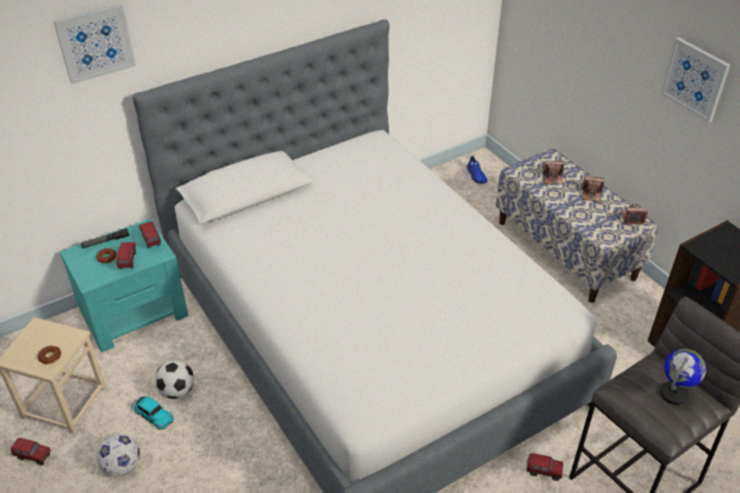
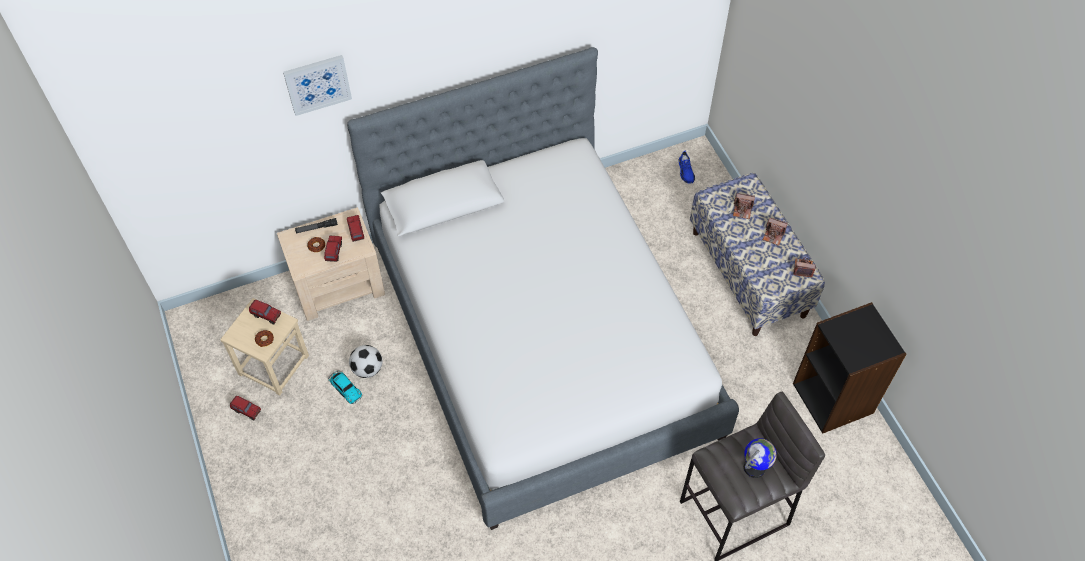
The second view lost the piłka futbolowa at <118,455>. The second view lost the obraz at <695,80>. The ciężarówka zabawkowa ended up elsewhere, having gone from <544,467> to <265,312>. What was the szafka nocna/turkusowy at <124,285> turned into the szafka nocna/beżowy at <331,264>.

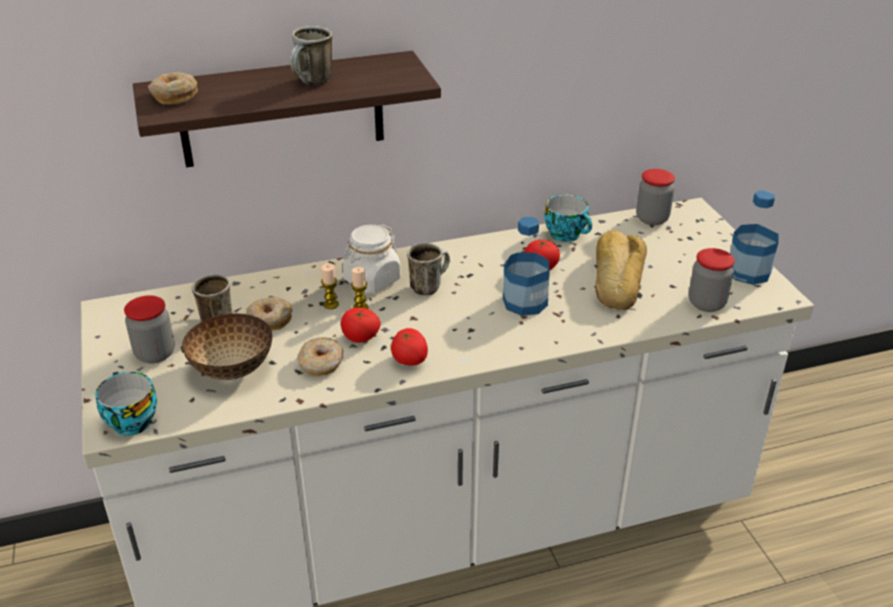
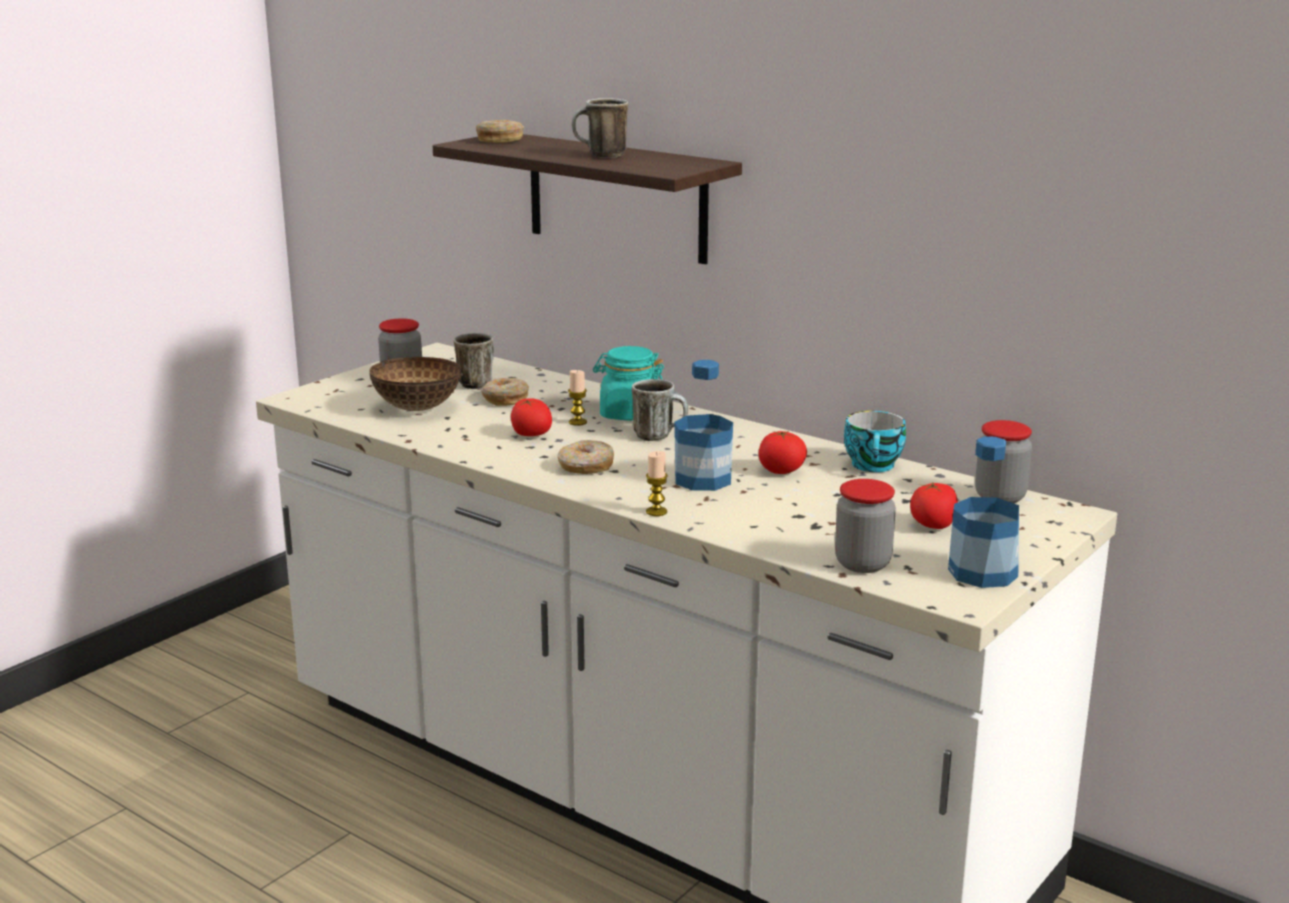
The second view lost the filiżanka at <126,404>. The second view lost the chleb at <621,270>. The donut ended up elsewhere, having gone from <320,356> to <585,457>. The świeca ended up elsewhere, having gone from <330,286> to <657,483>. The pomidor ended up elsewhere, having gone from <409,347> to <934,505>. What was the słoik/biały at <372,258> turned into the słoik/turkusowy at <628,383>.

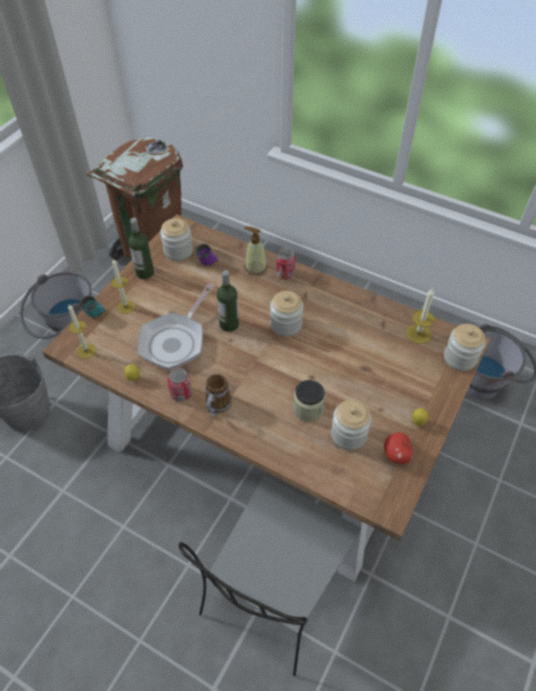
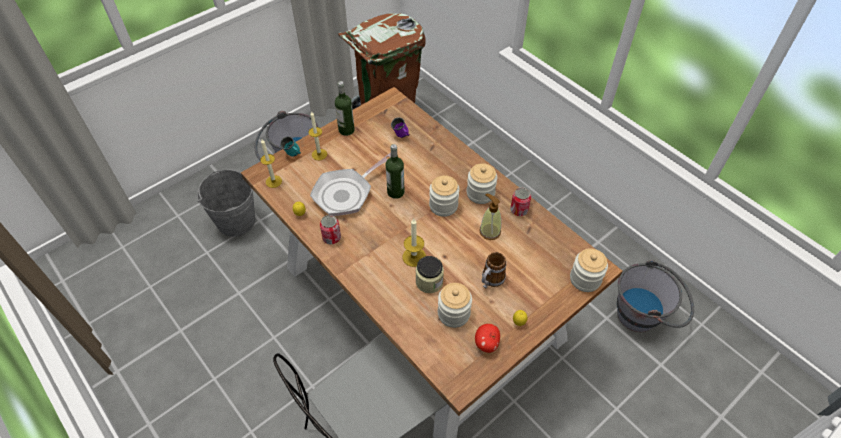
The słoik ended up elsewhere, having gone from <176,239> to <482,183>. The kubek ended up elsewhere, having gone from <218,395> to <494,270>. The dozownik mydła ended up elsewhere, having gone from <255,250> to <490,217>. The puszka ended up elsewhere, having gone from <286,264> to <520,201>. The świeca ended up elsewhere, having gone from <420,316> to <414,243>.

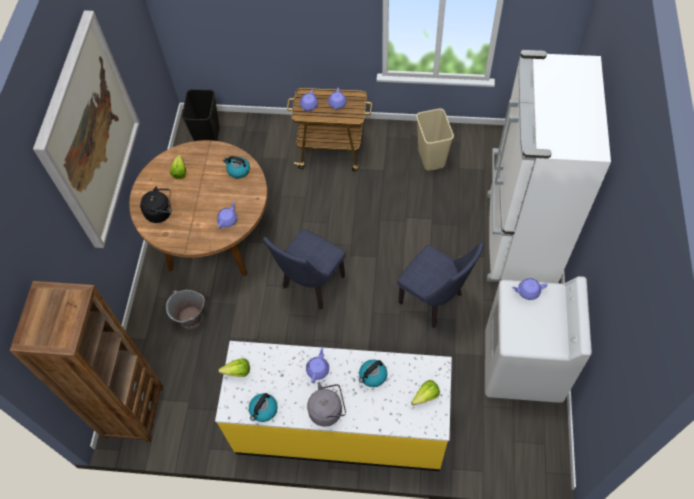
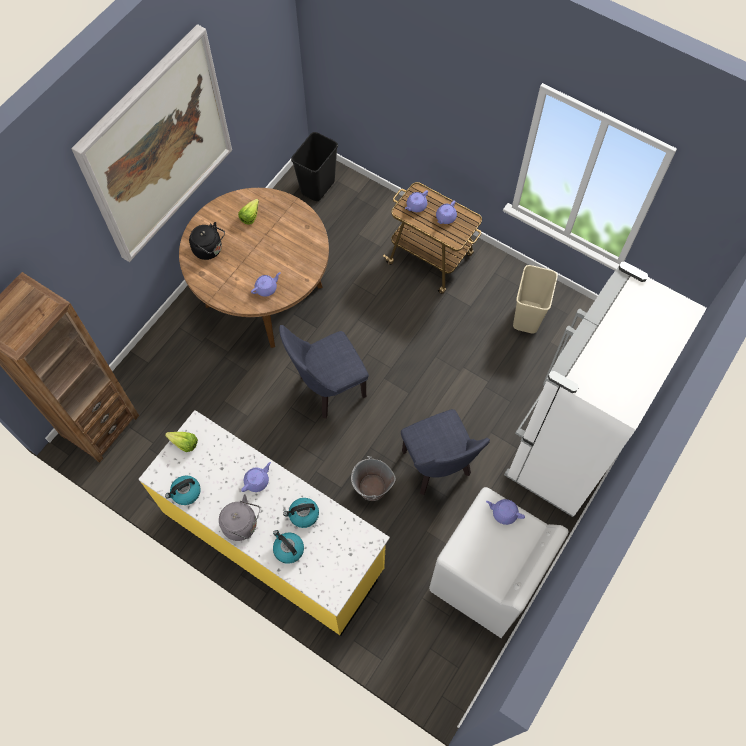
The second view lost the sałata at <425,393>. The wiadro/szary ended up elsewhere, having gone from <185,309> to <373,478>. The czajnik ended up elsewhere, having gone from <236,167> to <288,547>.

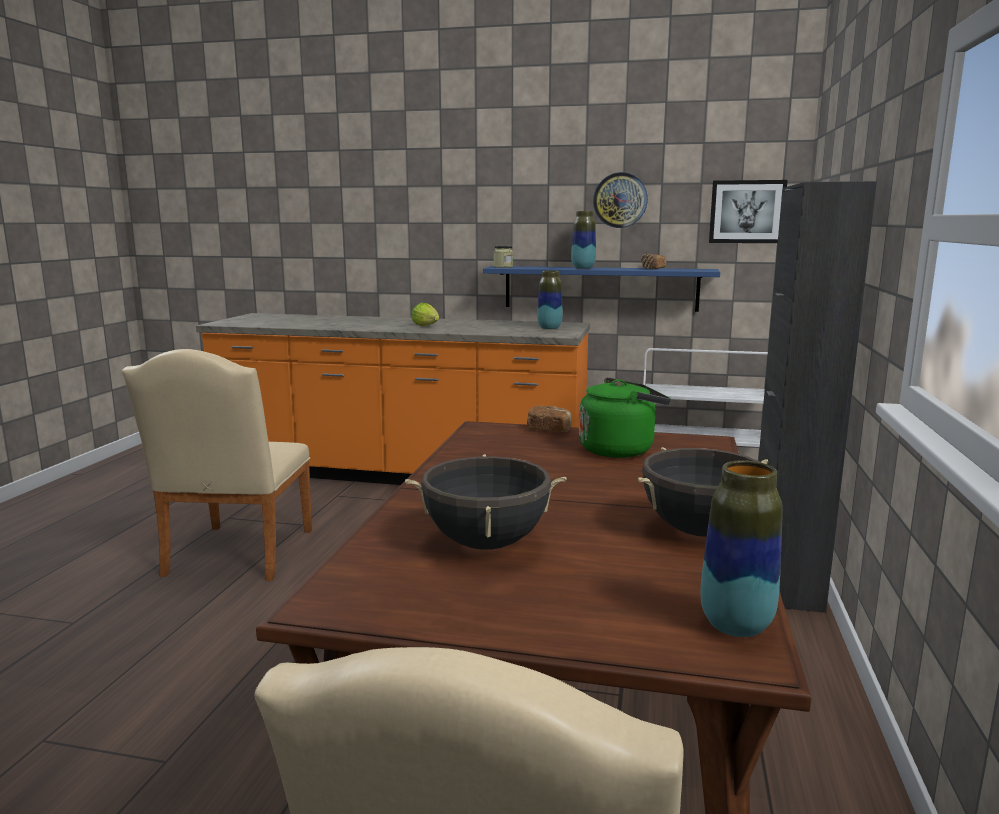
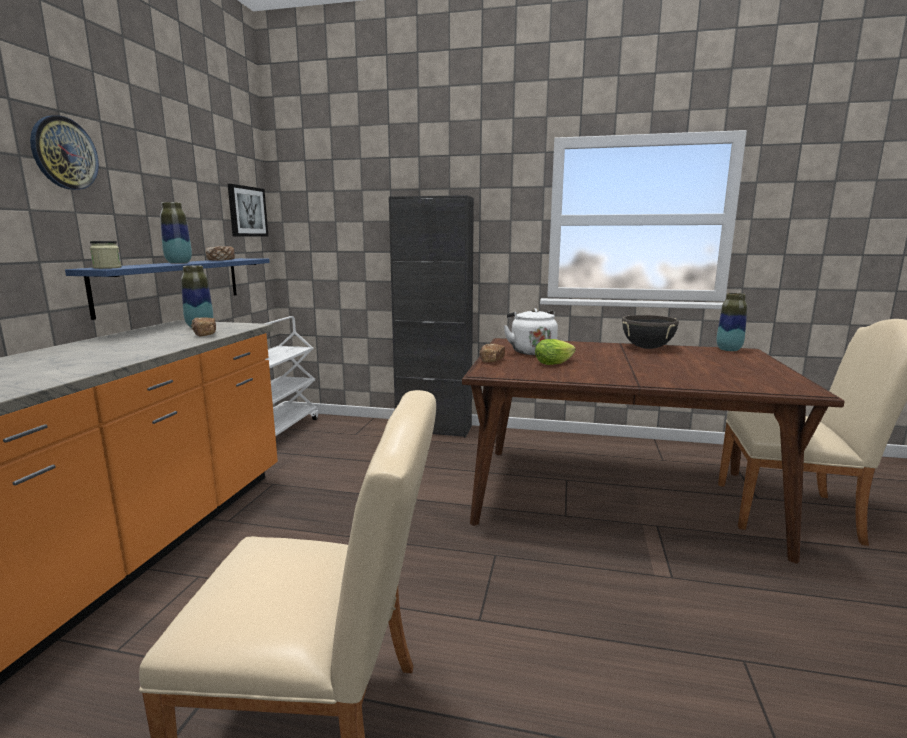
The second view lost the garnek/czarny at <485,502>. The second view gained the chleb at <203,326>. The sałata ended up elsewhere, having gone from <425,314> to <555,352>. The zegar ścienny ended up elsewhere, having gone from <620,200> to <64,152>. What was the czajnik/zielony at <625,417> turned into the czajnik/biały at <531,331>.

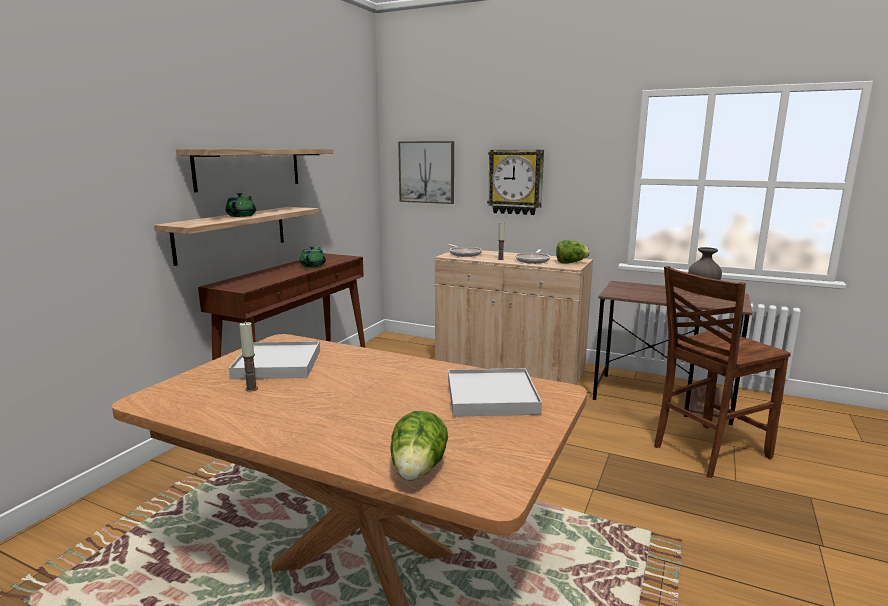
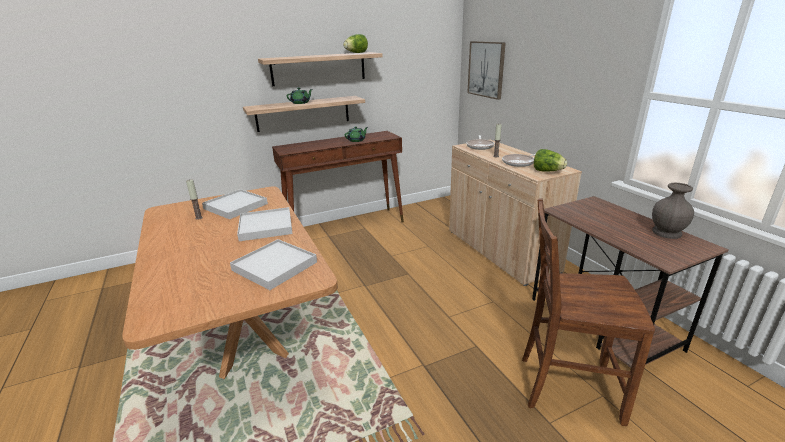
The second view lost the zegar ścienny at <515,182>. The second view gained the taca/biały at <265,224>. The sałata ended up elsewhere, having gone from <419,446> to <355,43>.

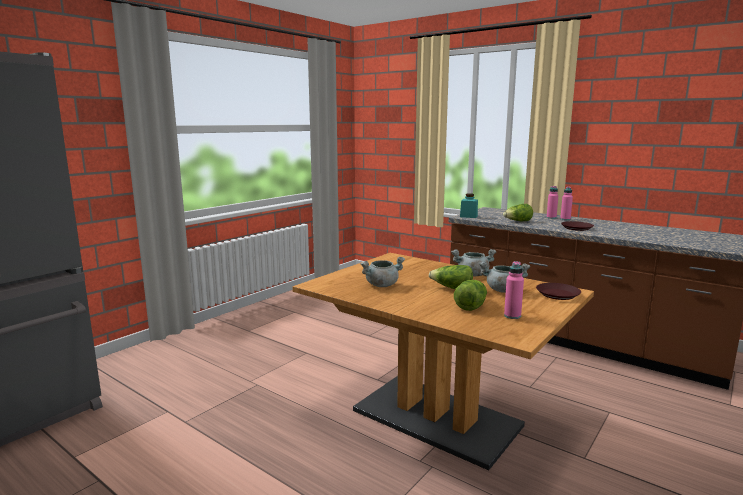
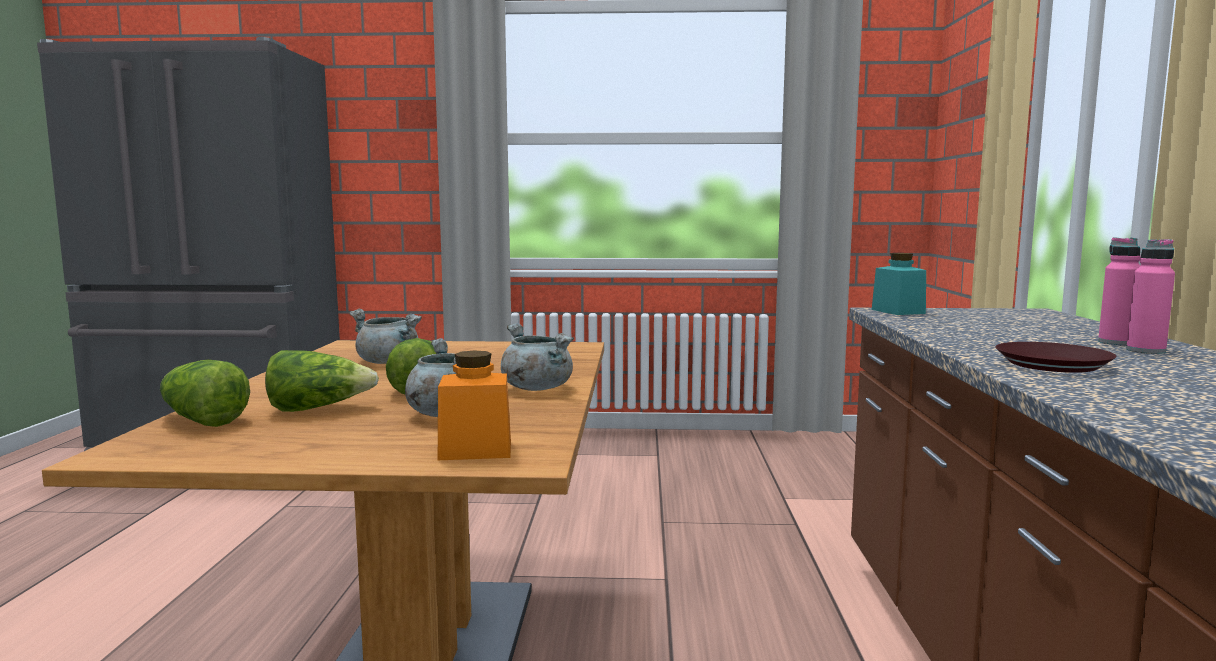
The second view lost the butelka/różowy at <514,290>. The sałata ended up elsewhere, having gone from <518,212> to <205,393>. Where the talerz/brązowy stood at <558,291>, the słoik/pomarańczowy came to stand at <474,405>.

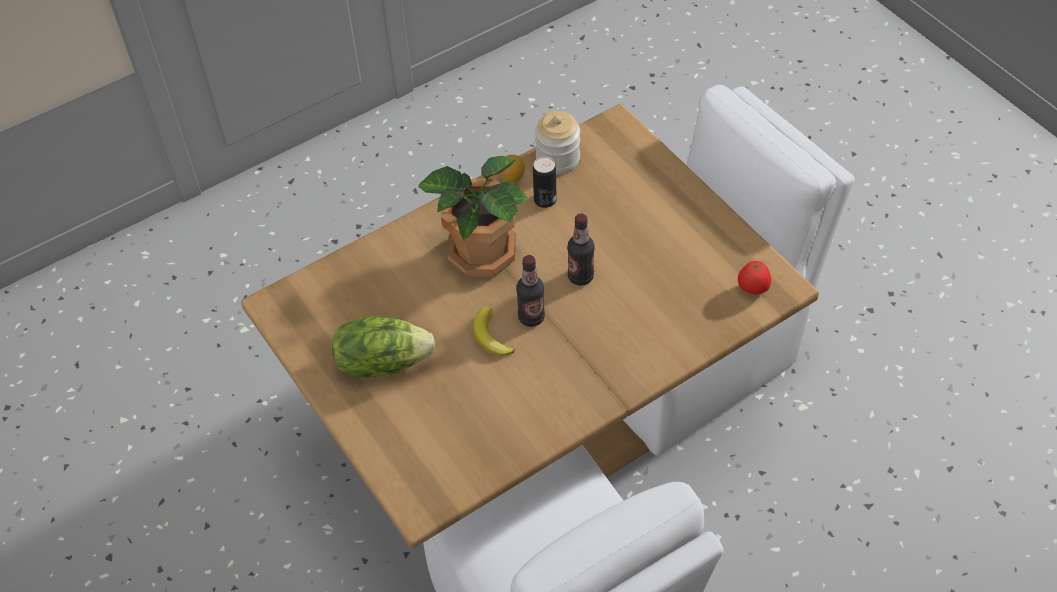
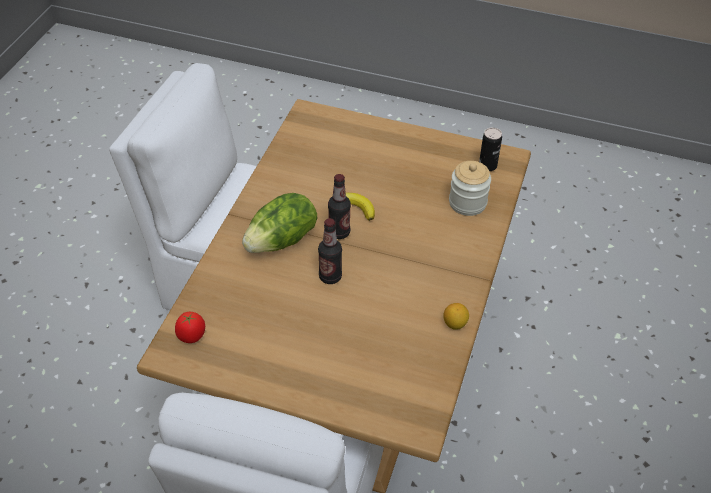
The second view lost the roślina doniczkowa at <473,216>. The sałata ended up elsewhere, having gone from <383,347> to <279,223>. The puszka ended up elsewhere, having gone from <545,182> to <490,149>. The słoik ended up elsewhere, having gone from <557,142> to <470,188>.

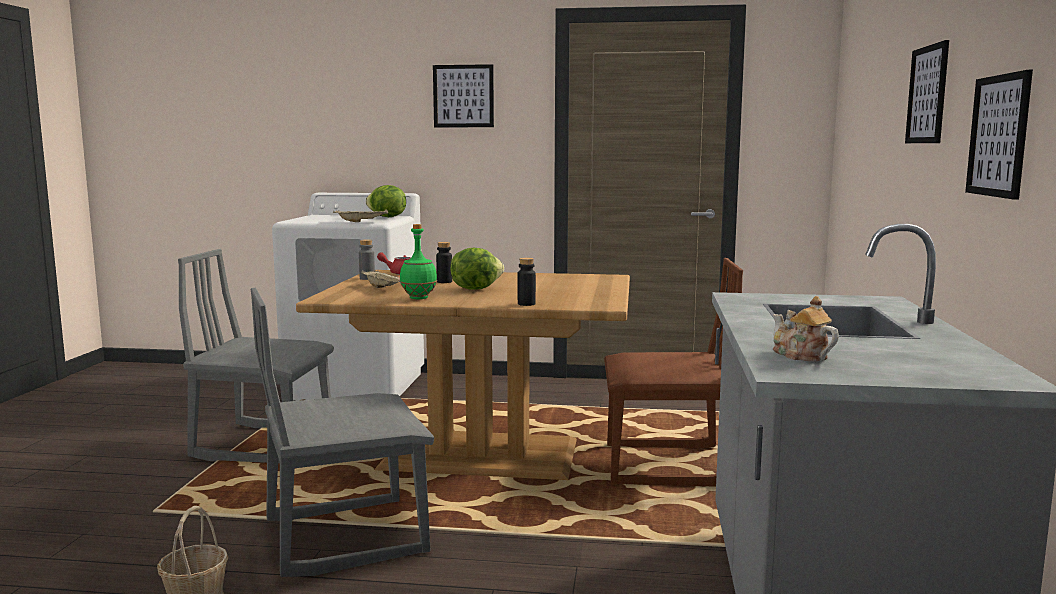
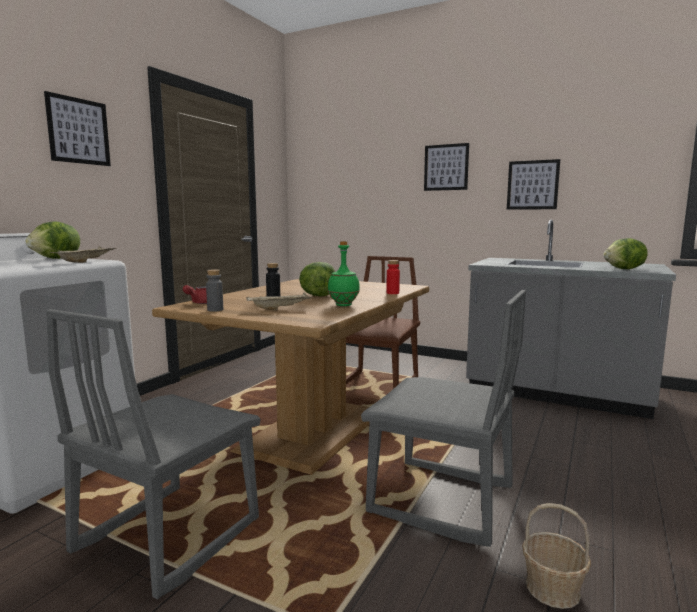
Where the imbryk stood at <806,328>, the sałata came to stand at <625,253>. What was the butelka/czarny at <527,282> turned into the butelka/czerwony at <393,277>. The krzesło/szary at <342,432> ended up facing another way, 60 degrees counterclockwise from before.

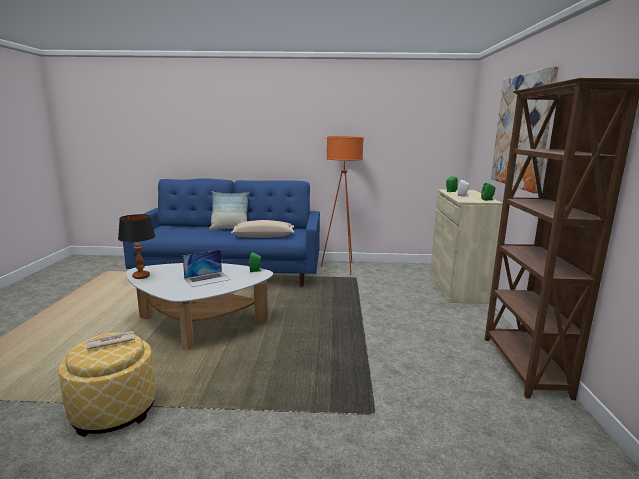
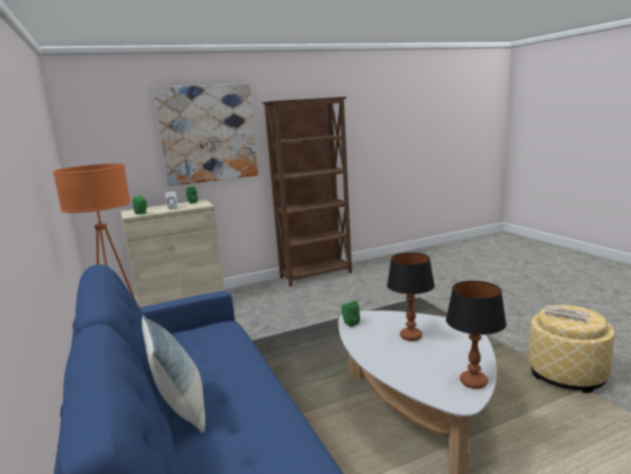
The second view lost the poduszka/beżowy at <262,229>. Where the laptop stood at <207,268>, the lampa stołowa came to stand at <411,297>.

